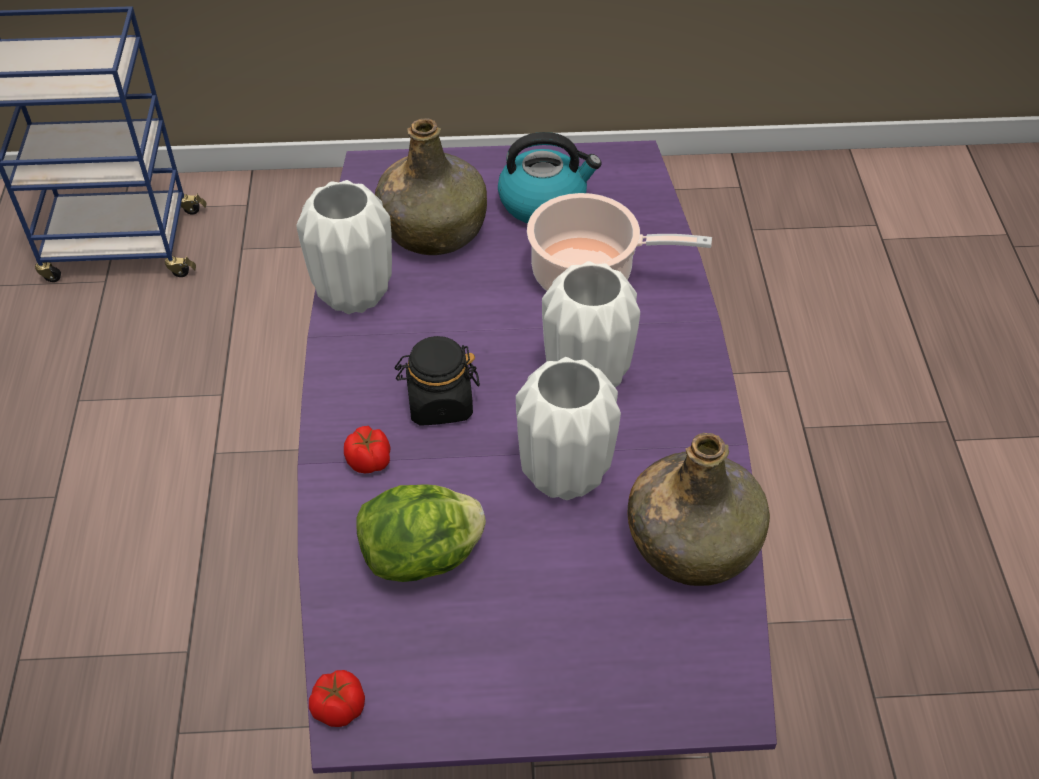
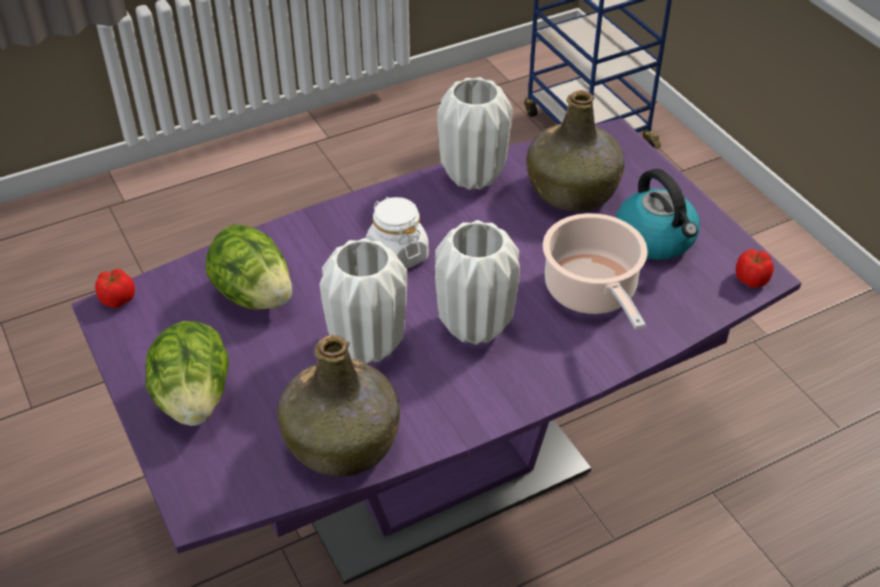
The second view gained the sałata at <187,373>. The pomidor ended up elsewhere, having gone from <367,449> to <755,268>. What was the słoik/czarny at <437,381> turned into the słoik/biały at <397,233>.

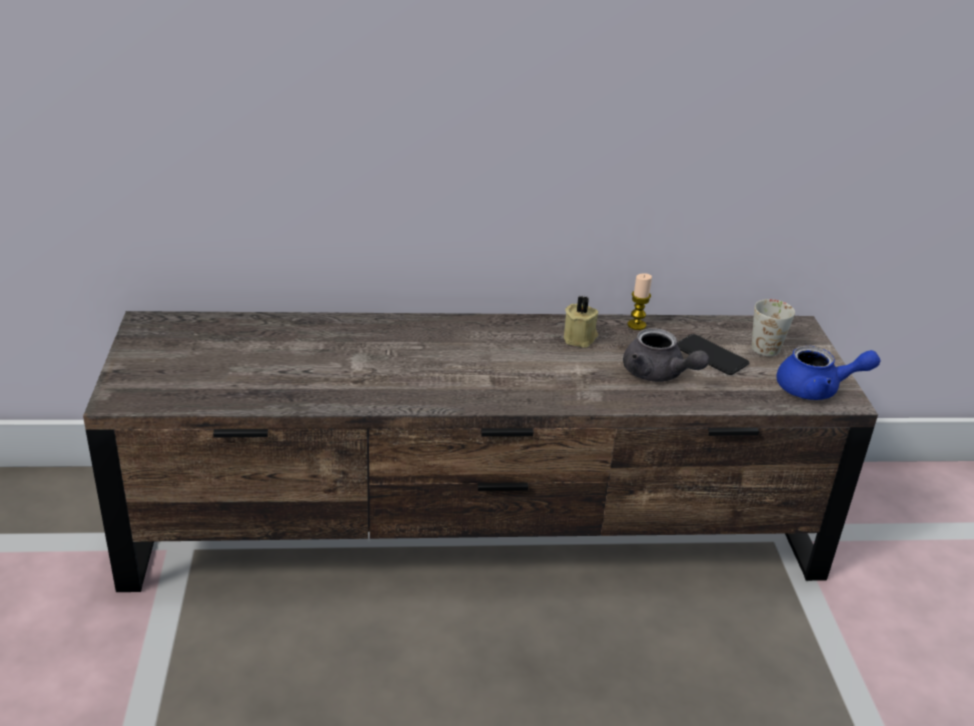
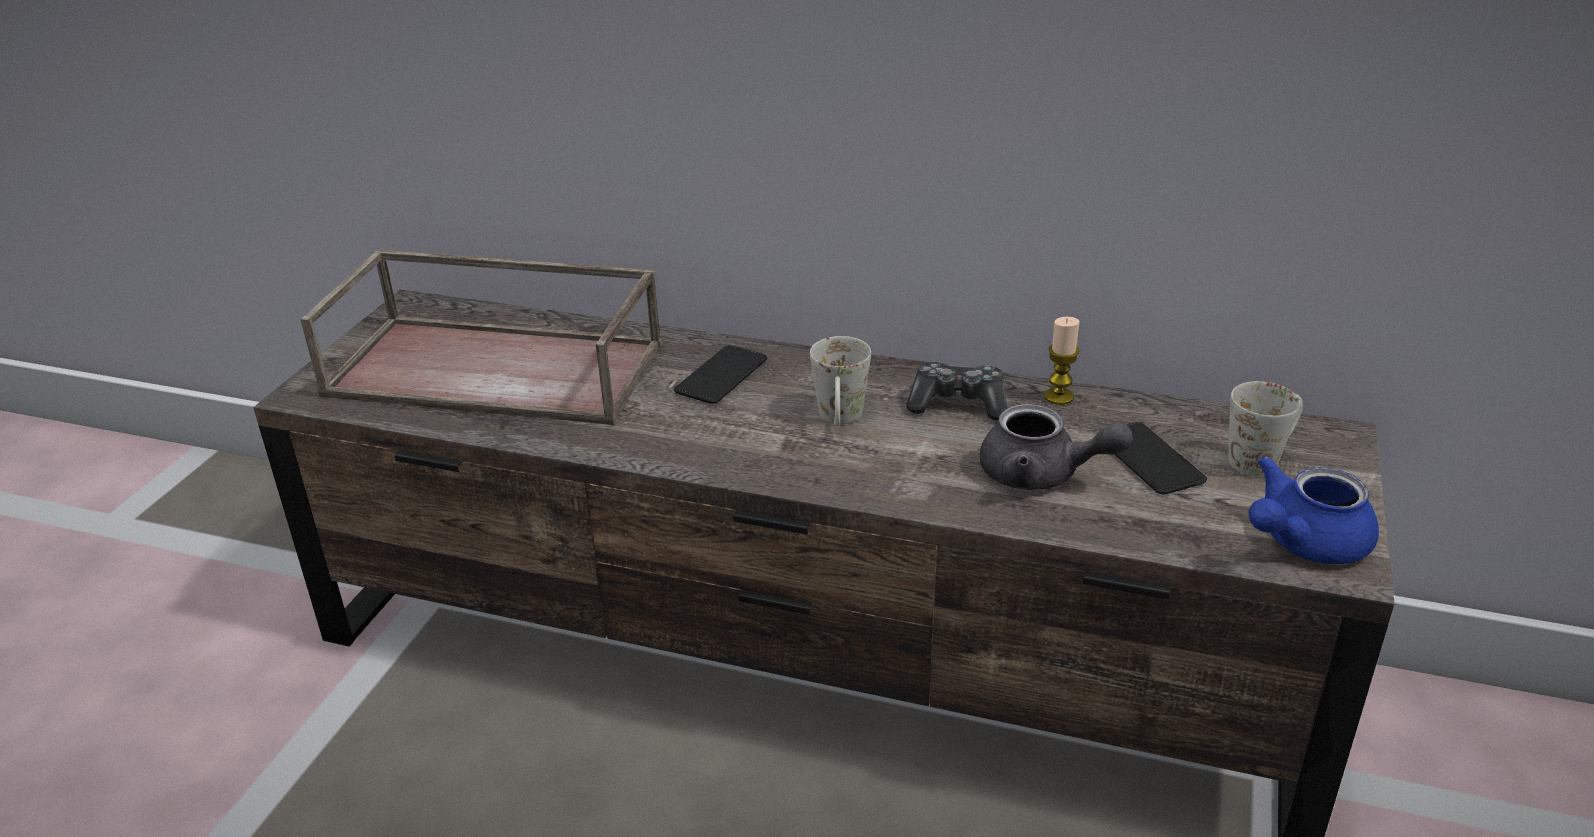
The second view gained the taca/brązowy at <481,337>. The second view gained the telefon at <720,374>. The second view gained the kubek/biały at <840,381>. Where the świeca/beżowy stood at <581,322>, the pad do gier came to stand at <956,390>. The imbryk/szary at <666,355> ended up facing another way, 45 degrees counterclockwise from before. The imbryk/niebieski at <828,373> ended up facing another way, 120 degrees clockwise from before.

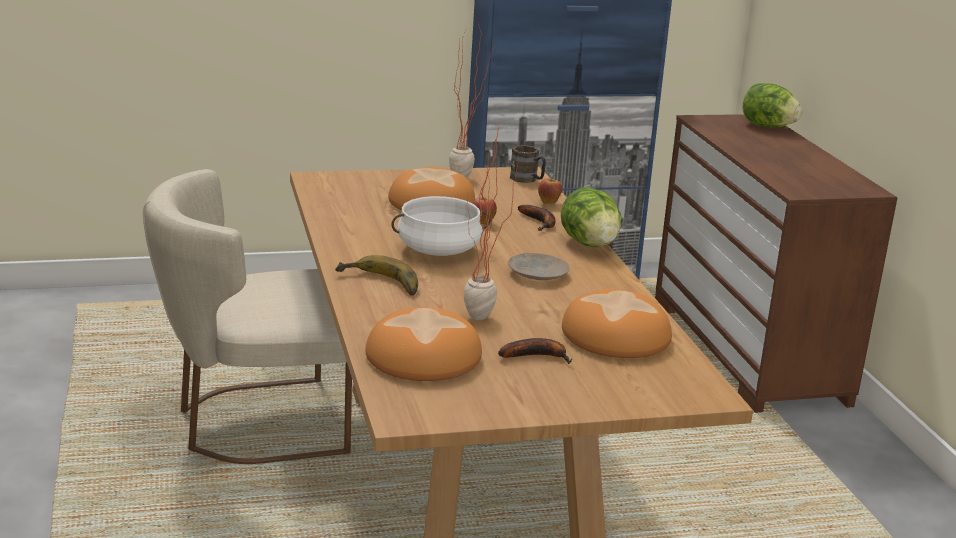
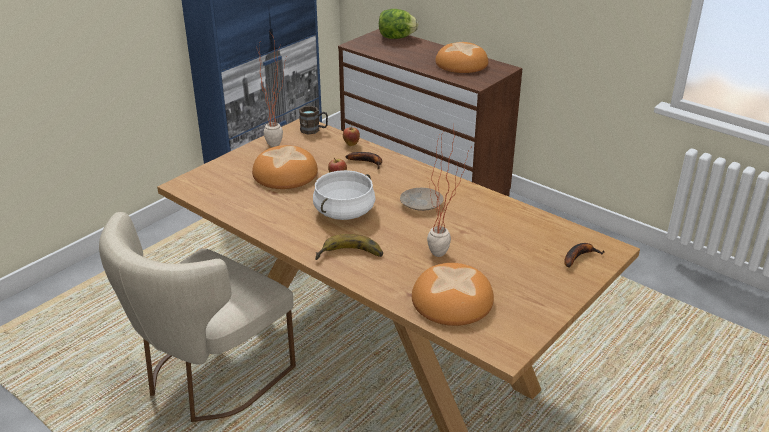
The second view lost the sałata at <591,217>. The banan ended up elsewhere, having gone from <535,351> to <584,255>. The chleb ended up elsewhere, having gone from <617,323> to <461,57>.

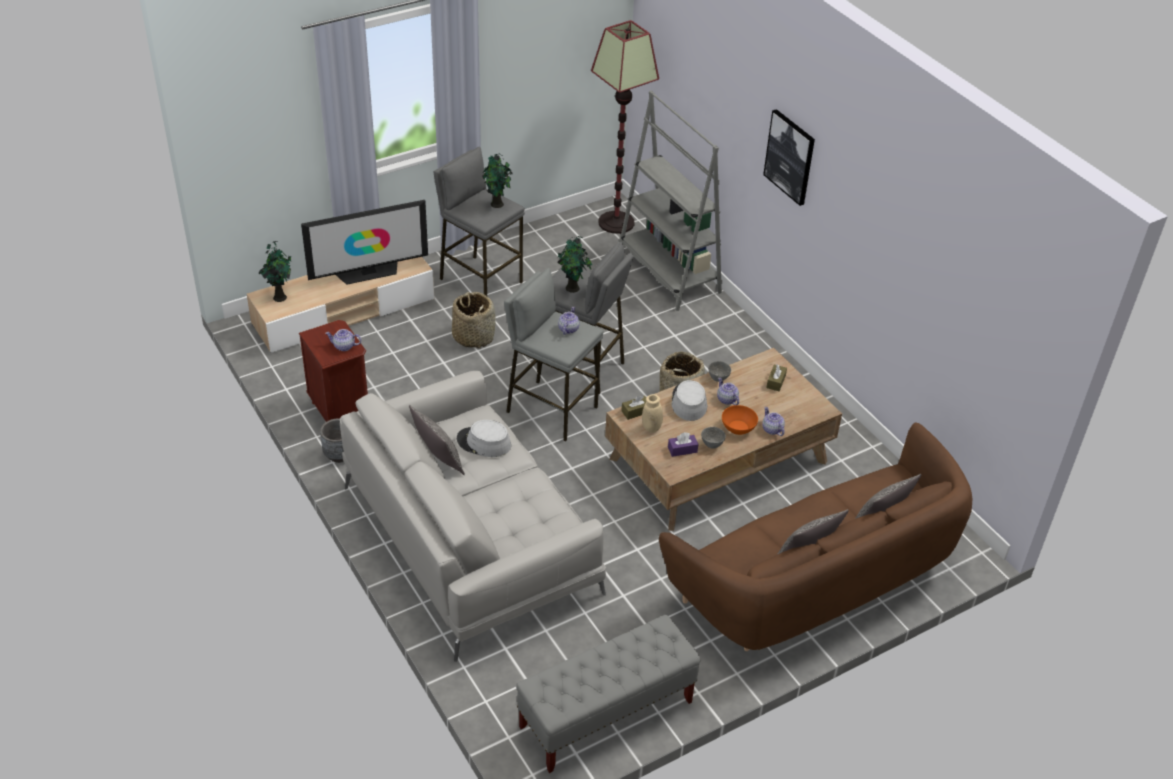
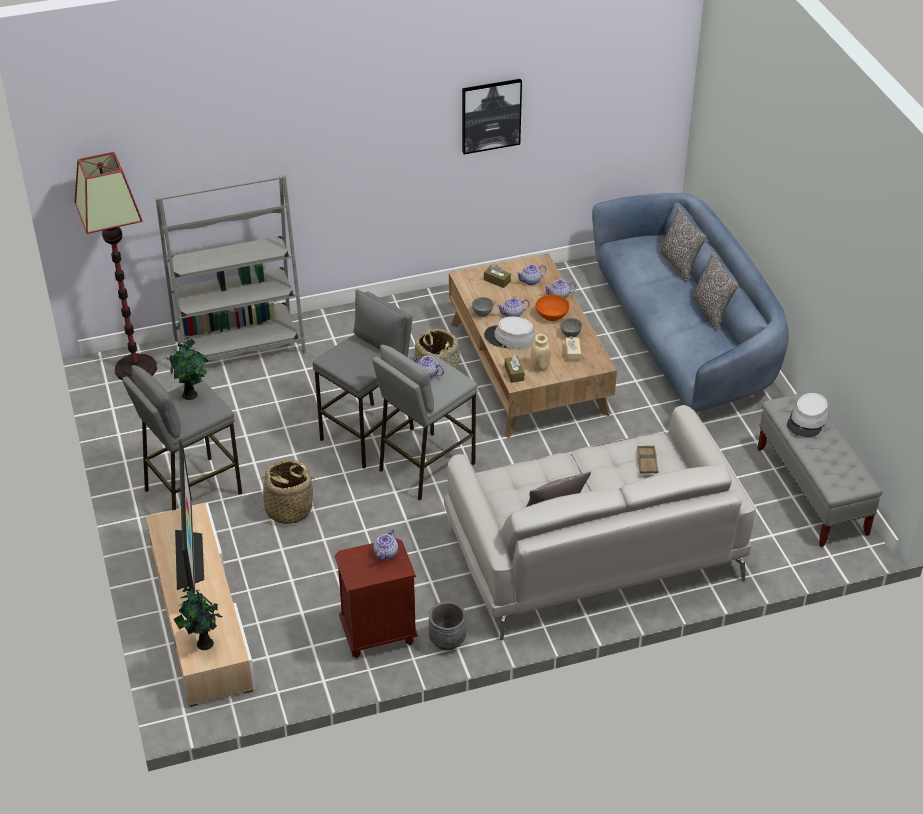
The second view lost the roślina doniczkowa at <574,264>. The second view gained the imbryk at <531,274>. The second view gained the taca/brązowy at <647,459>. The kapelusz/szary ended up elsewhere, having gone from <484,438> to <807,415>. The obraz ended up elsewhere, having gone from <789,157> to <492,116>. What was the kanapa/brązowy at <816,537> turned into the kanapa/niebieski at <690,305>. What was the pudełko chusteczek/fioletowy at <683,444> turned into the pudełko chusteczek/beżowy at <573,349>.

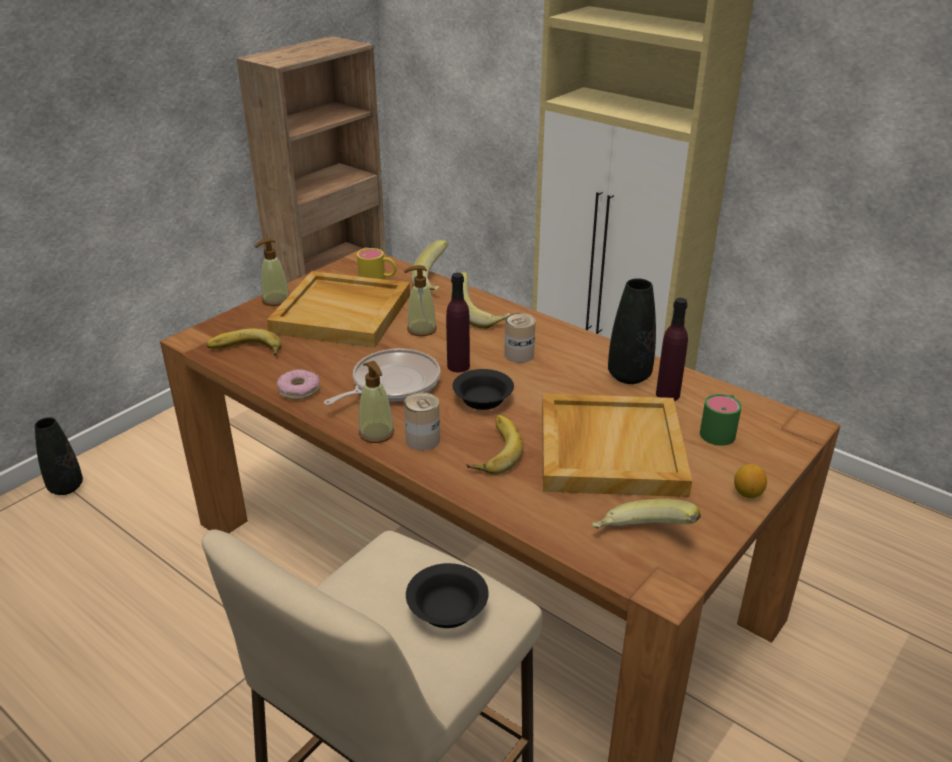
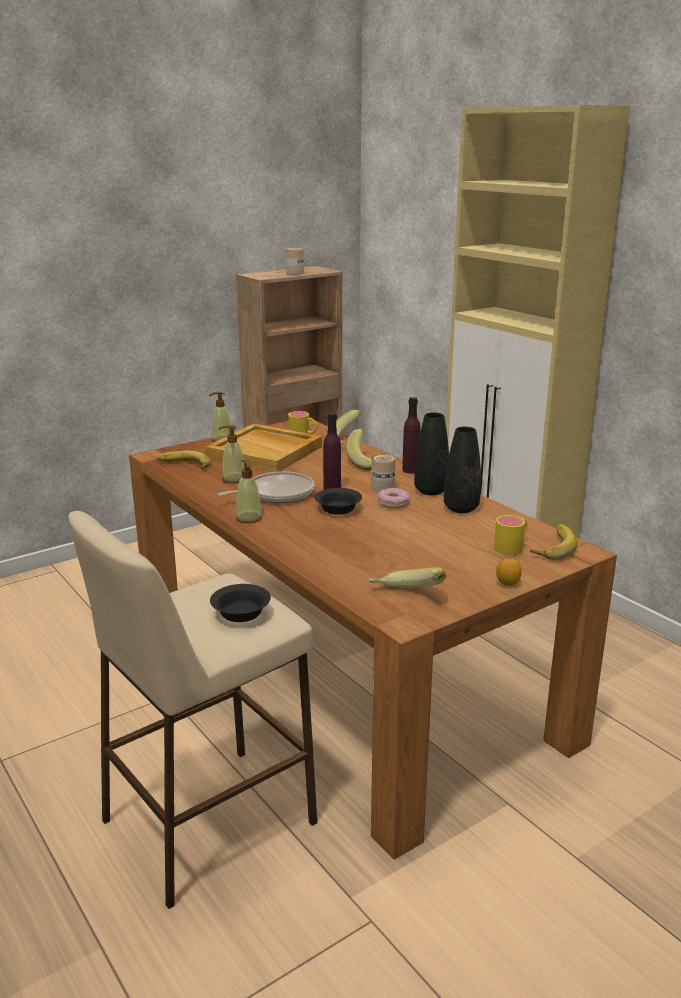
The second view lost the taca/beżowy at <617,445>. The wazon/czarny ended up elsewhere, having gone from <59,456> to <431,453>. The donut ended up elsewhere, having gone from <298,384> to <394,498>. The dozownik mydła ended up elsewhere, having gone from <420,300> to <231,454>. The puszka ended up elsewhere, having gone from <422,422> to <295,261>. The banan ended up elsewhere, having gone from <495,445> to <554,542>. The butelka/fioletowy ended up elsewhere, having gone from <672,349> to <411,435>. What was the kubek/zielony at <721,420> turned into the kubek/żółty at <510,535>.

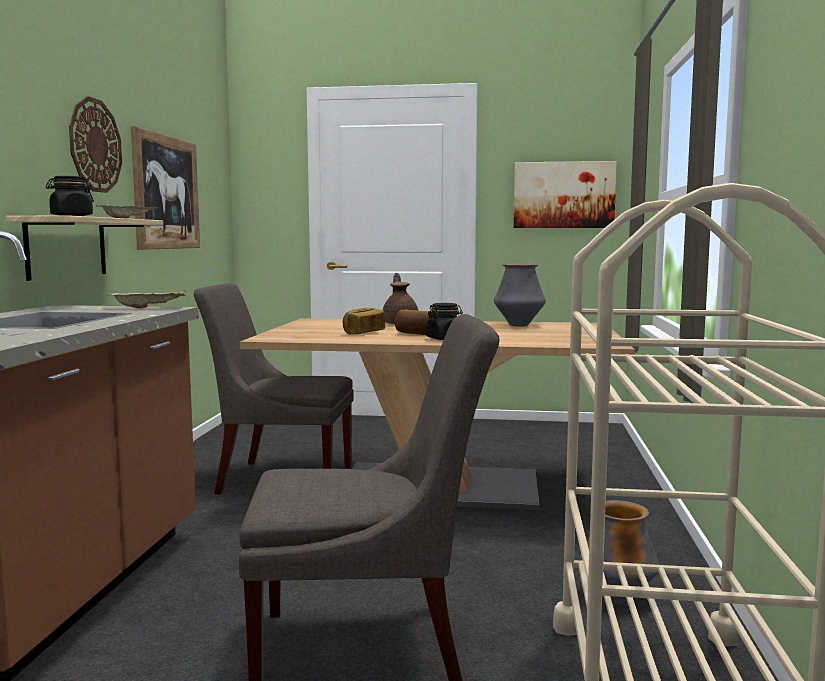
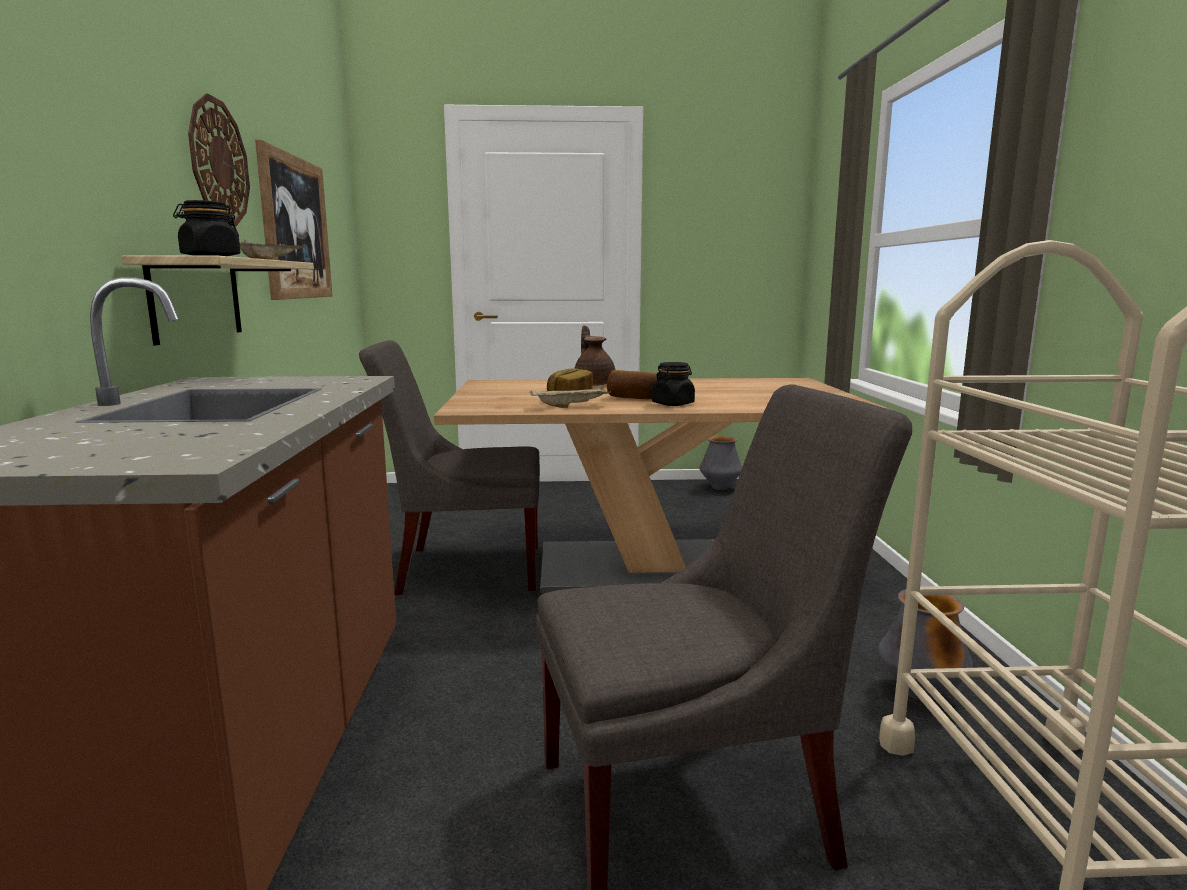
The second view lost the obraz at <565,194>. The taca/beżowy ended up elsewhere, having gone from <146,299> to <570,397>. The wazon ended up elsewhere, having gone from <520,295> to <721,463>.

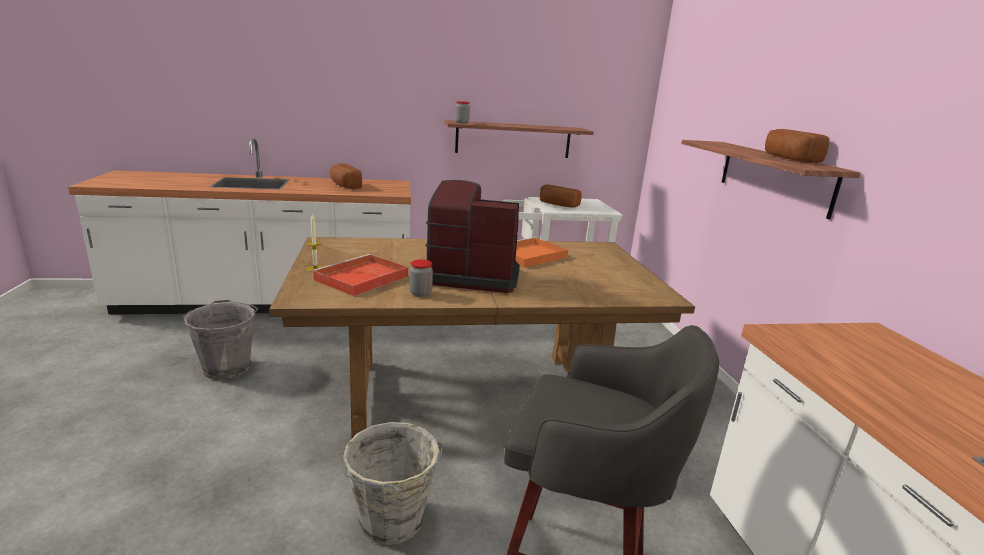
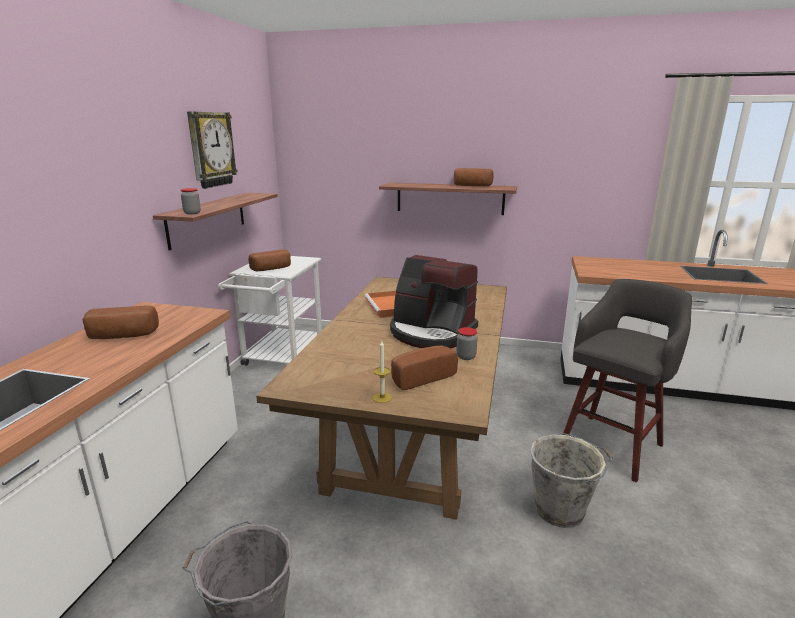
The second view gained the zegar ścienny at <212,150>. Where the taca/czerwony stood at <360,275>, the chleb came to stand at <424,368>. The ekspres do kawy at <472,236> ended up facing another way, 90 degrees counterclockwise from before.

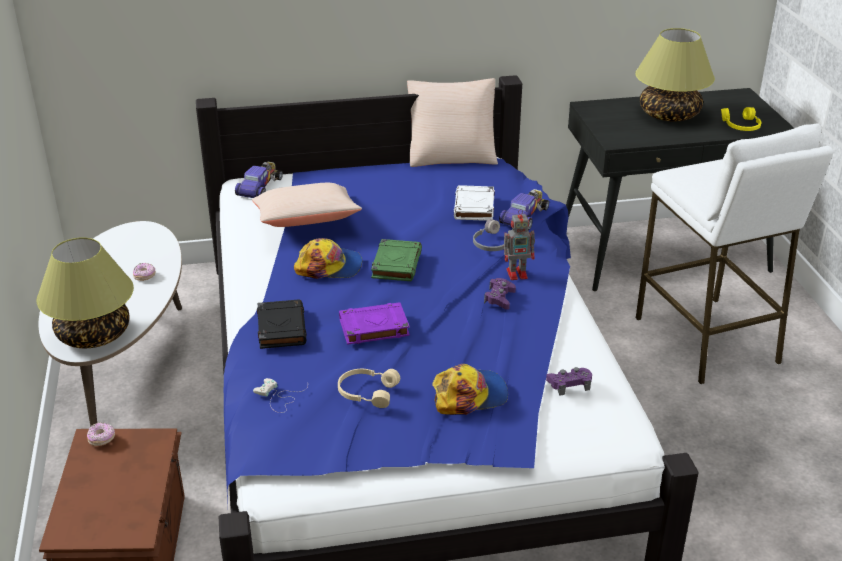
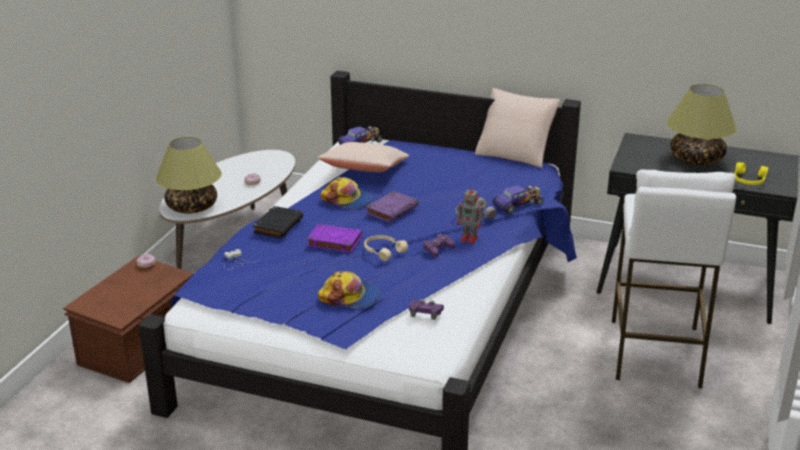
The second view lost the książka/biały at <474,203>. The słuchawki/beżowy ended up elsewhere, having gone from <369,388> to <386,248>. What was the książka/zielony at <396,260> turned into the książka/fioletowy at <392,207>.

